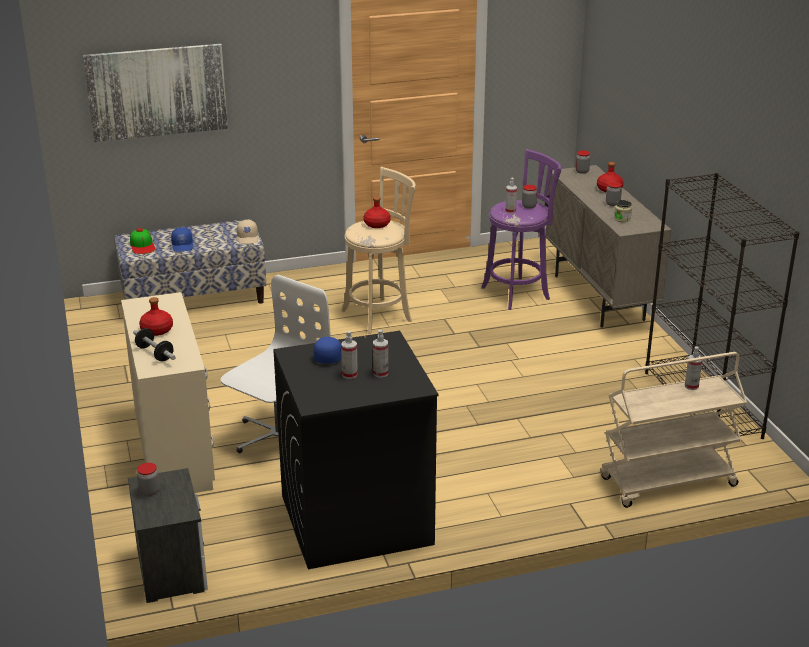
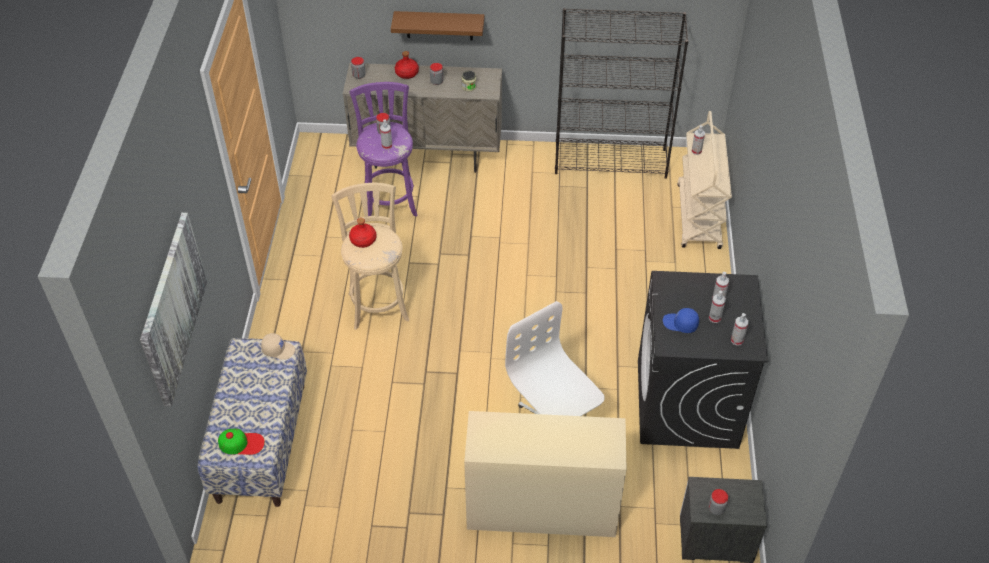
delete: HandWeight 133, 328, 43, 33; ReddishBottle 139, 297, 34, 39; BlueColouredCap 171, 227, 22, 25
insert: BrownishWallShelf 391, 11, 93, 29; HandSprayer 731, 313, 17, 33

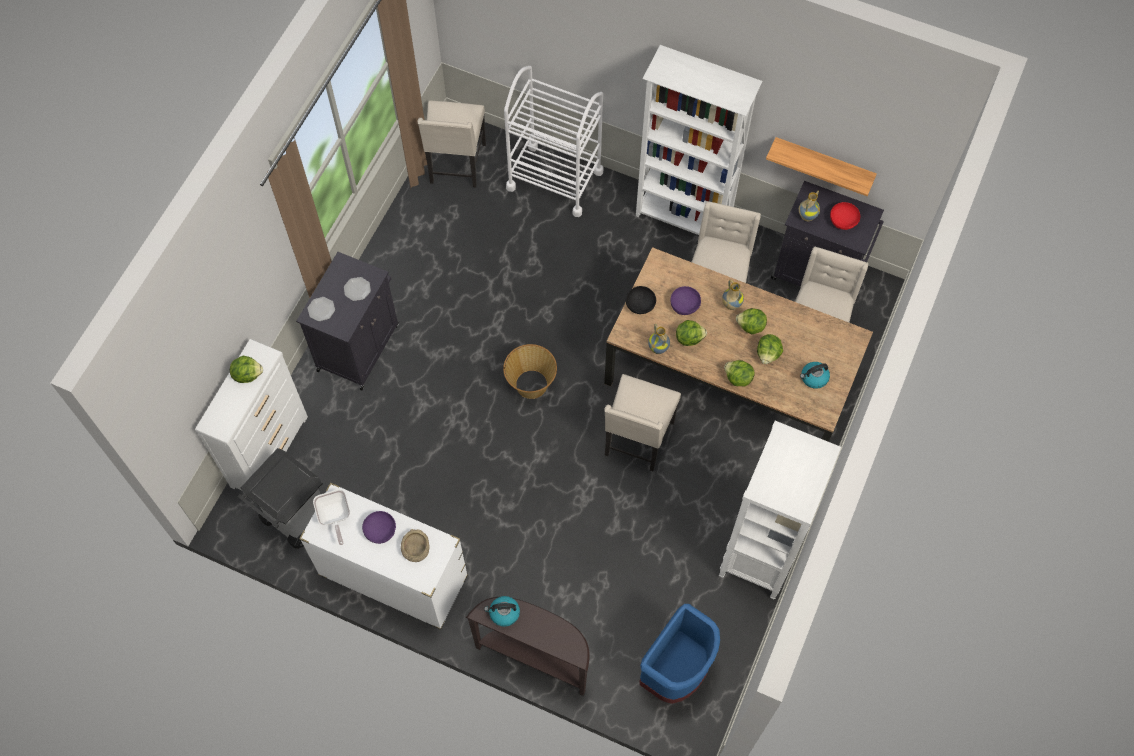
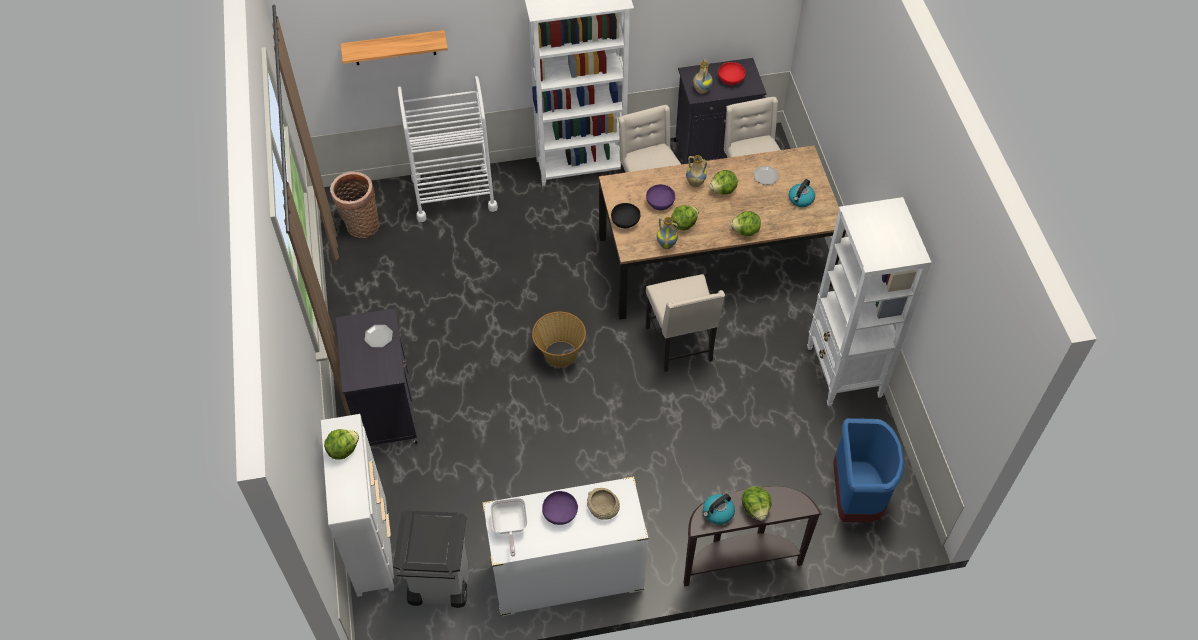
move: WallShelf 766, 137, 111, 59 to 341, 30, 107, 35; LettuceHead 757, 334, 26, 30 to 742, 486, 30, 35; FlatDish 308, 297, 27, 24 to 753, 166, 26, 19
replace: SandColouredPlainChair 418, 101, 68, 87 to StorageBasket 330, 172, 50, 66
rotate: Skillet 313, 489, 37, 56 = 490, 498, 38, 59 45 degrees clockwise

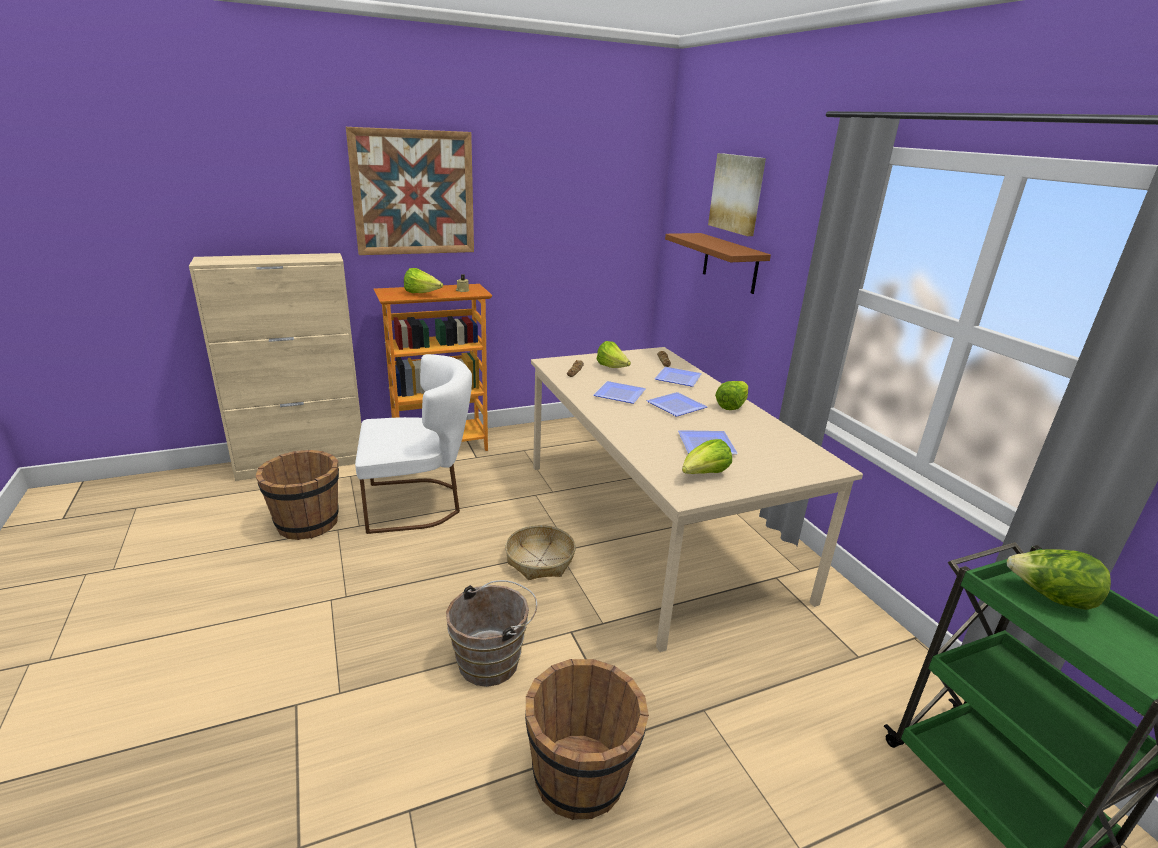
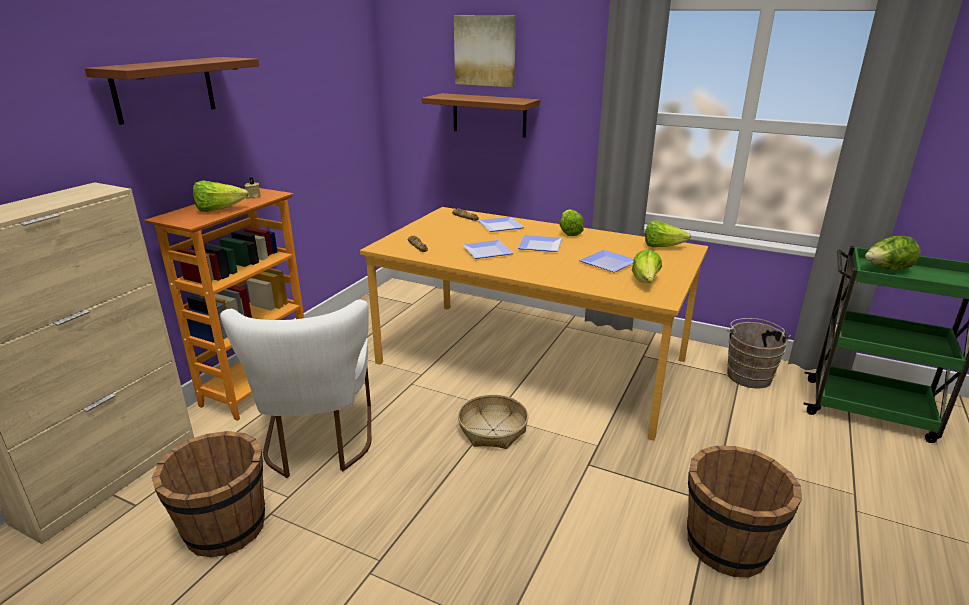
move: LettuceHead 597, 341, 34, 27 to 645, 220, 46, 27; BrownishWaterBucket 446, 580, 91, 107 to 727, 318, 64, 71
replace: Picture 346, 127, 128, 128 to BrownishWallShelf 84, 57, 175, 68
recolor: SandColouredDinnerTable 531, 347, 332, 305 to OrangeDinnerTable 360, 207, 348, 234
rotate: WhiteColouredPlainChair 355, 354, 117, 180 = 220, 300, 151, 178 135 degrees clockwise

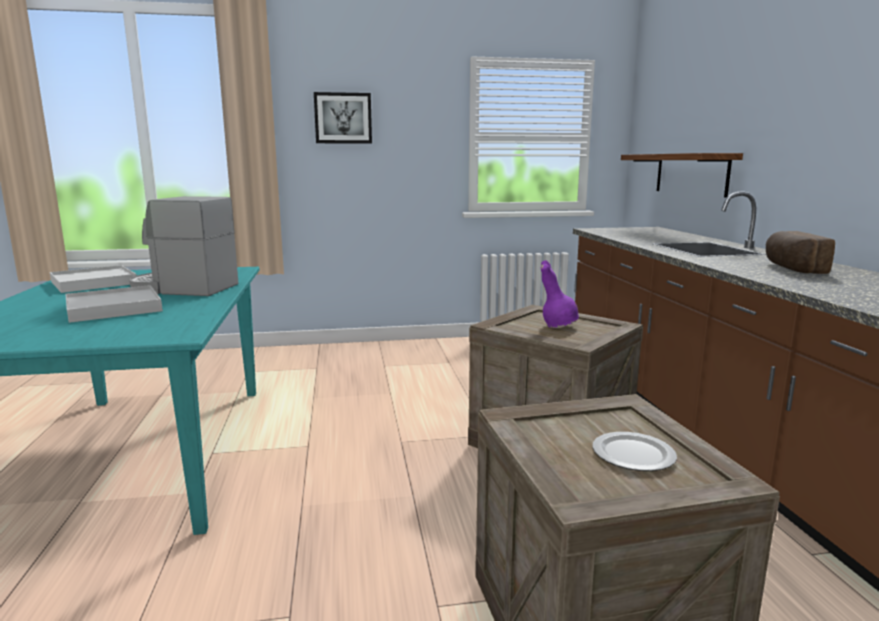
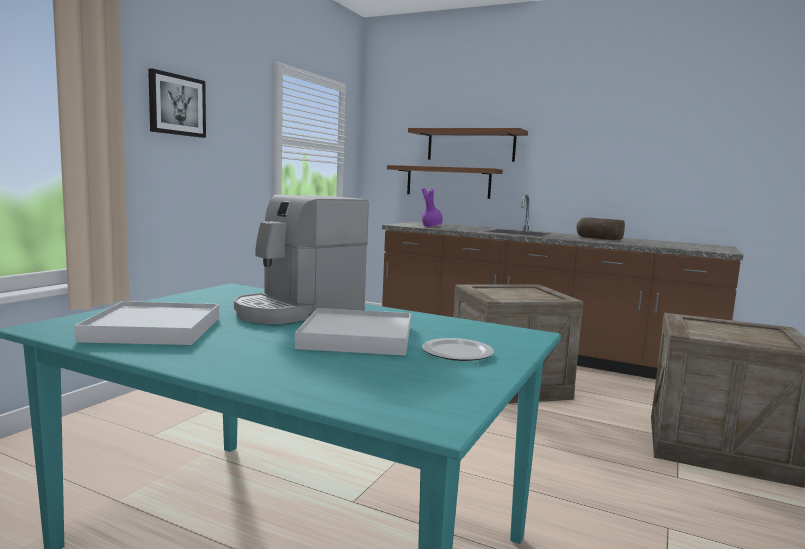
insert: WallShelf 408, 128, 120, 34
move: PurplishFlowerVase 541, 260, 38, 68 to 422, 188, 21, 39; FlatDish 592, 432, 85, 39 to 422, 338, 72, 23

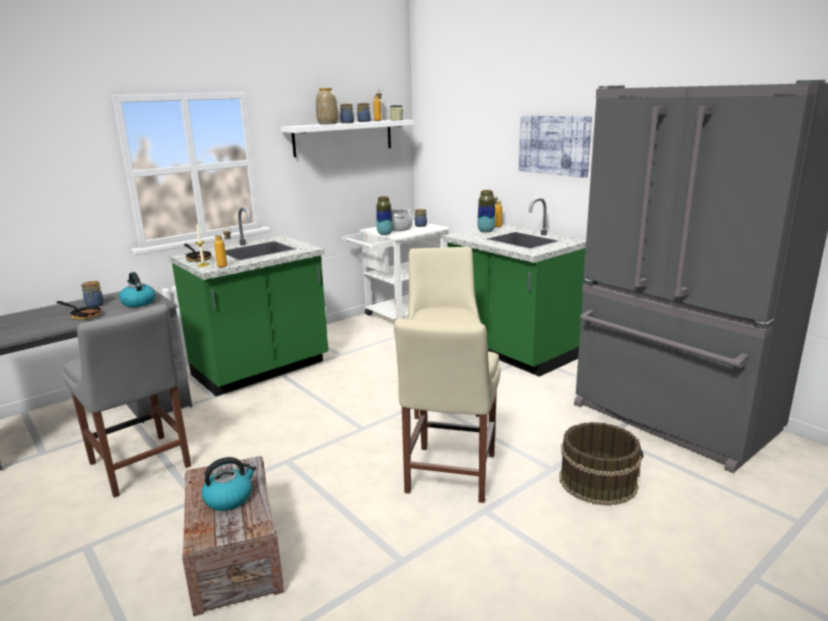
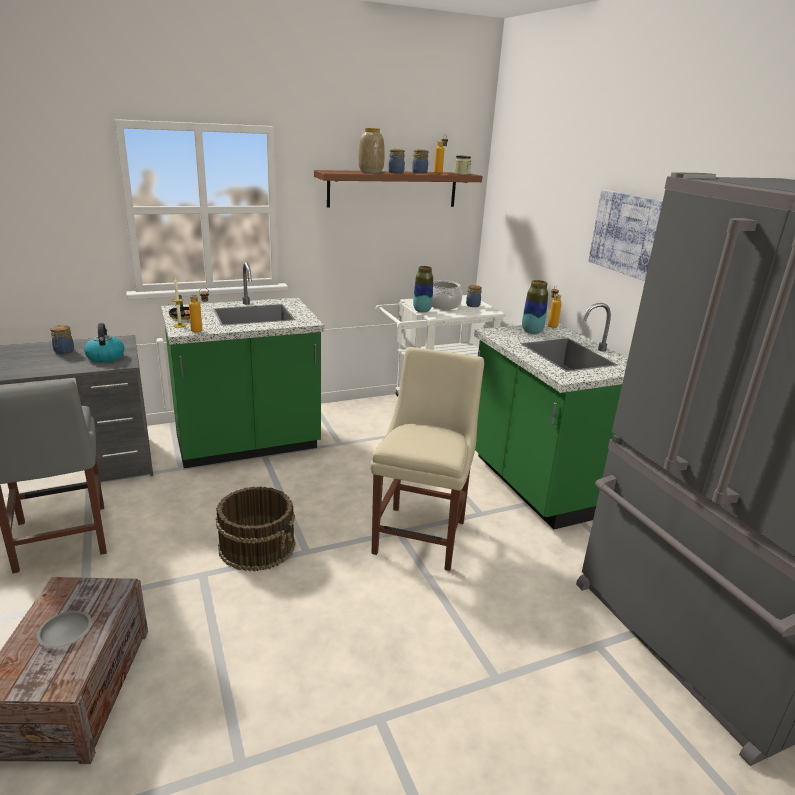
delete: Skillet 56, 301, 46, 19; SandColouredPlainChair 394, 319, 107, 184
move: BrownishWaterBucket 559, 422, 85, 84 to 216, 486, 80, 85
replace: TeaKettle 201, 457, 55, 54 to GrayFlatDish 37, 611, 55, 37
recolor: WhiteColouredWallShelf 281, 120, 133, 37 to BrownishWallShelf 314, 170, 169, 38

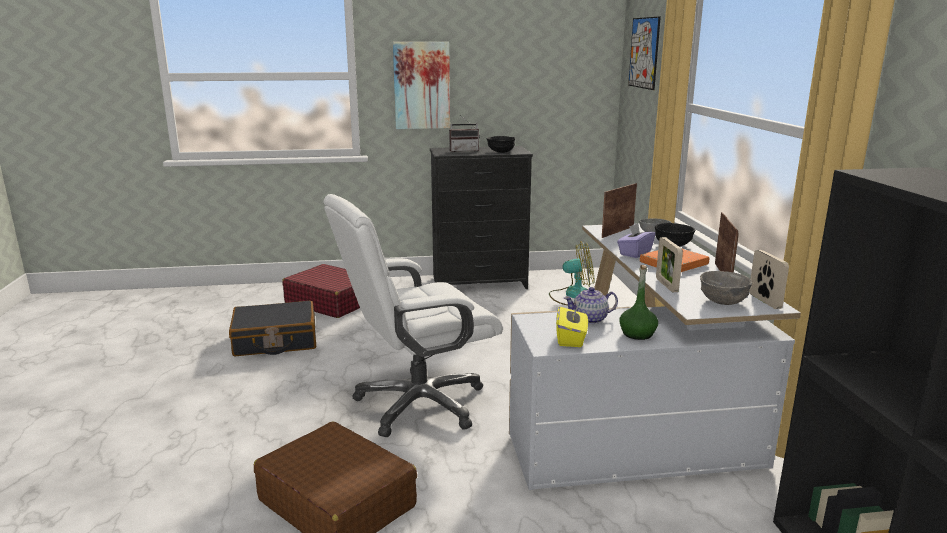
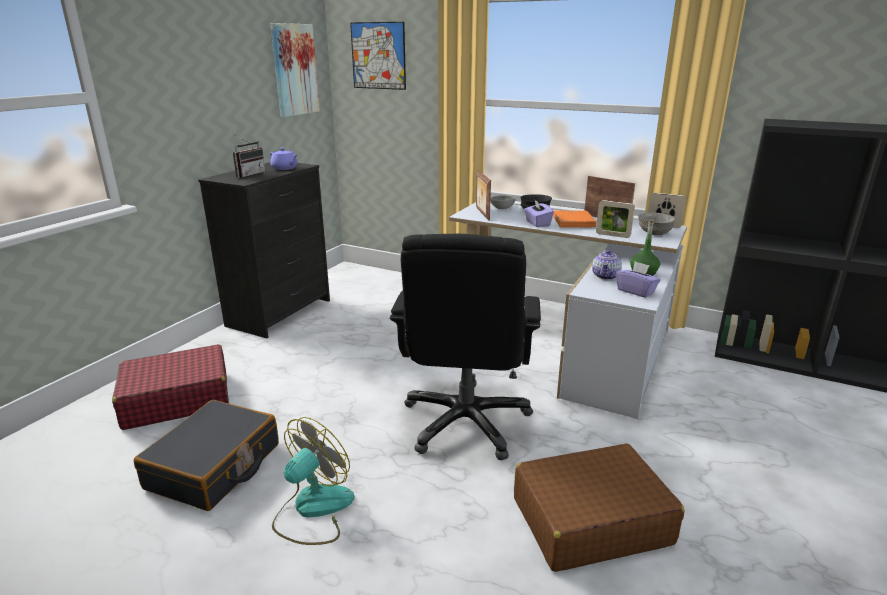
move: Picture 393, 42, 57, 87 to 271, 23, 49, 94; CoolingFan 549, 241, 46, 64 to 272, 417, 82, 128
replace: BlackishBowl 486, 136, 29, 17 to PurplishPotForTea 270, 148, 28, 22
recolor: WhiteColouredComputerChair 323, 194, 180, 243 to BlackishComputerChair 390, 234, 151, 227; YellowishTissueBox 556, 305, 32, 42 to PurplishTissueBox 616, 261, 44, 37

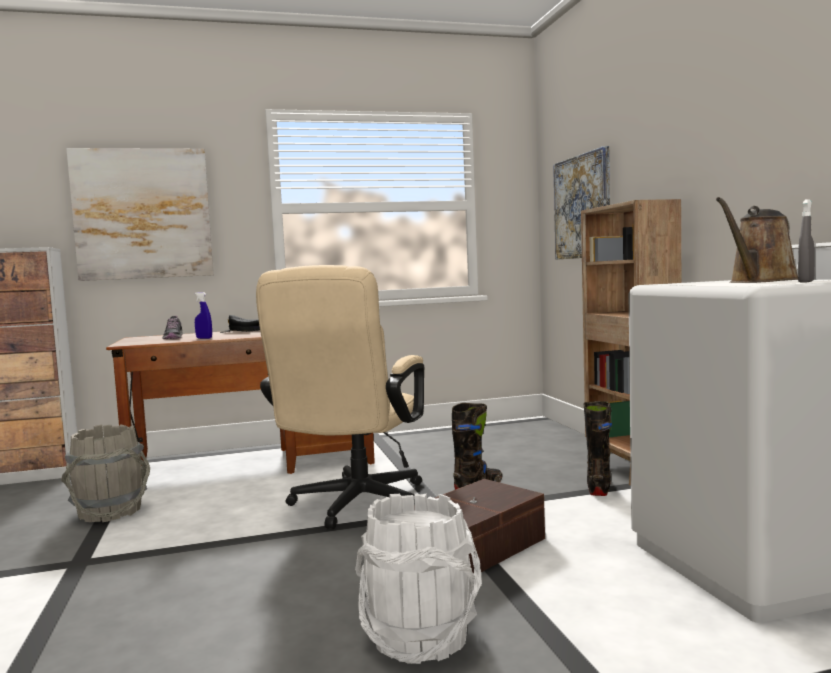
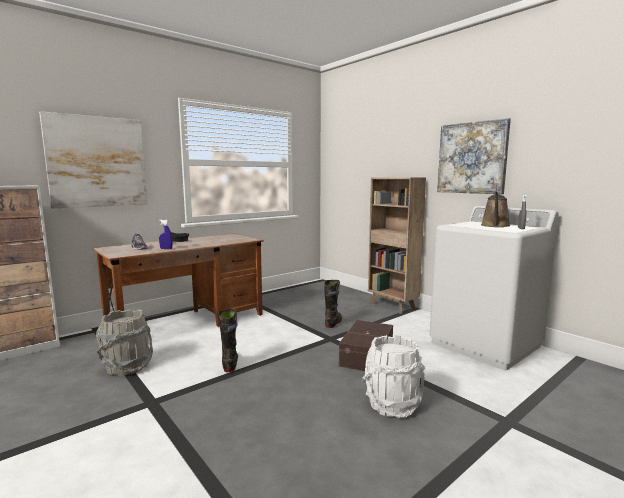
delete: SandColouredComputerChair 256, 265, 168, 264
move: BlackishTallBoot 583, 401, 29, 95 to 218, 308, 20, 64; Picture 553, 146, 57, 114 to 437, 118, 74, 76

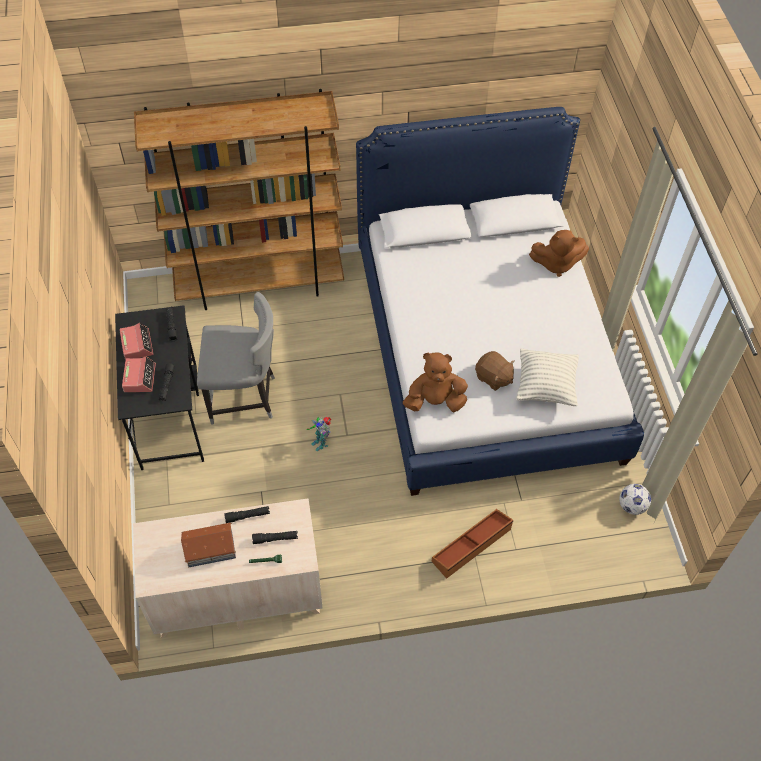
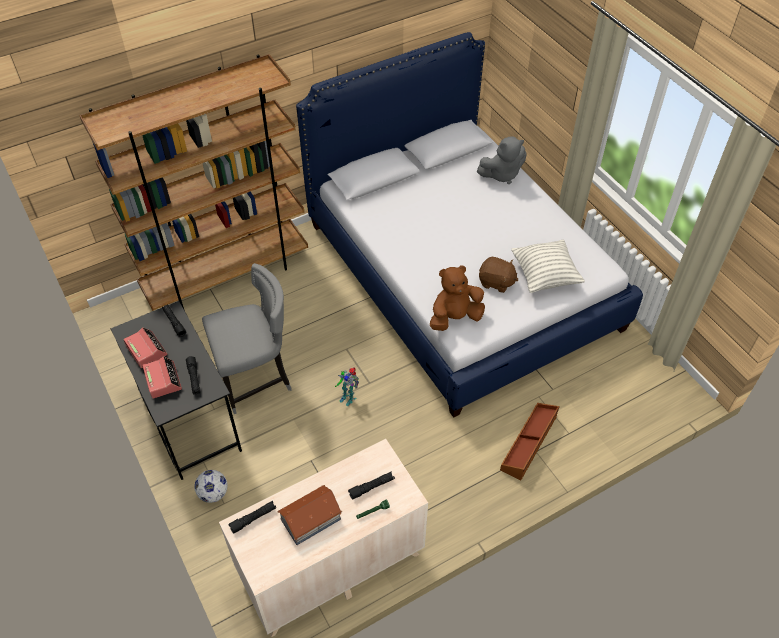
move: BallForFootball 619, 484, 32, 31 to 194, 470, 34, 33; BlackishTorch 224, 506, 46, 17 to 229, 501, 47, 33
recolor: BrownishCuddlyToy 529, 230, 60, 47 to GrayCuddlyToy 477, 136, 50, 48

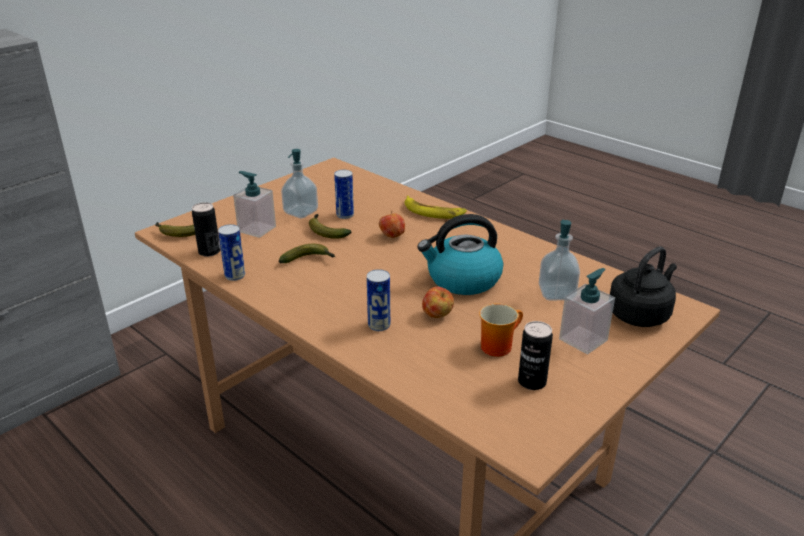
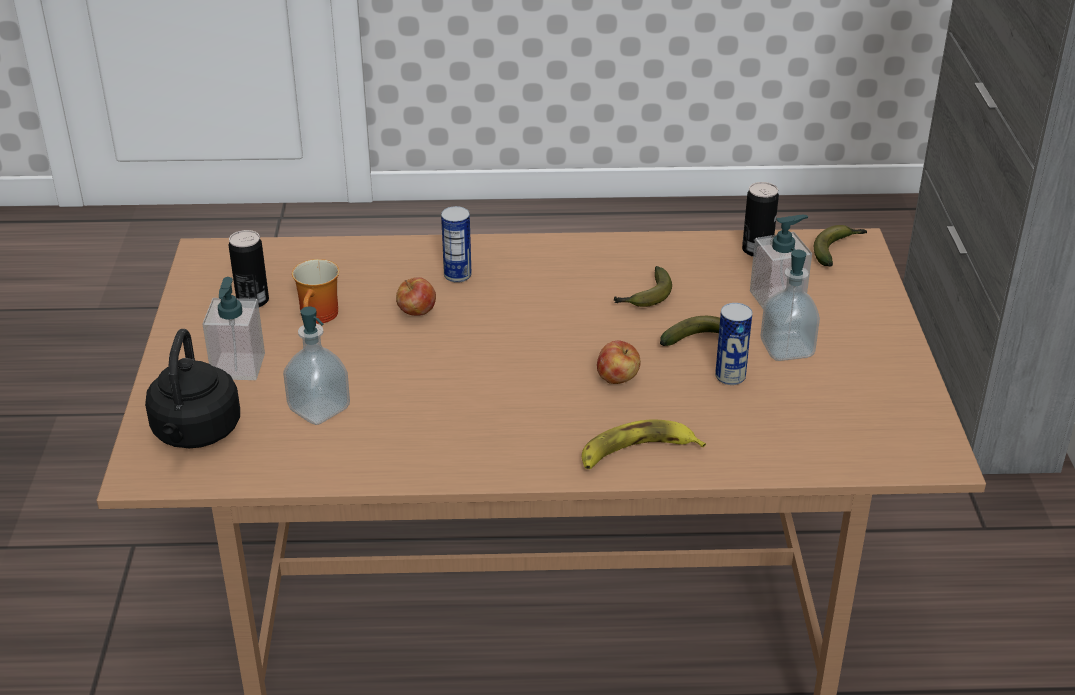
delete: Can 218, 224, 27, 57; TeaKettle 417, 214, 86, 81

